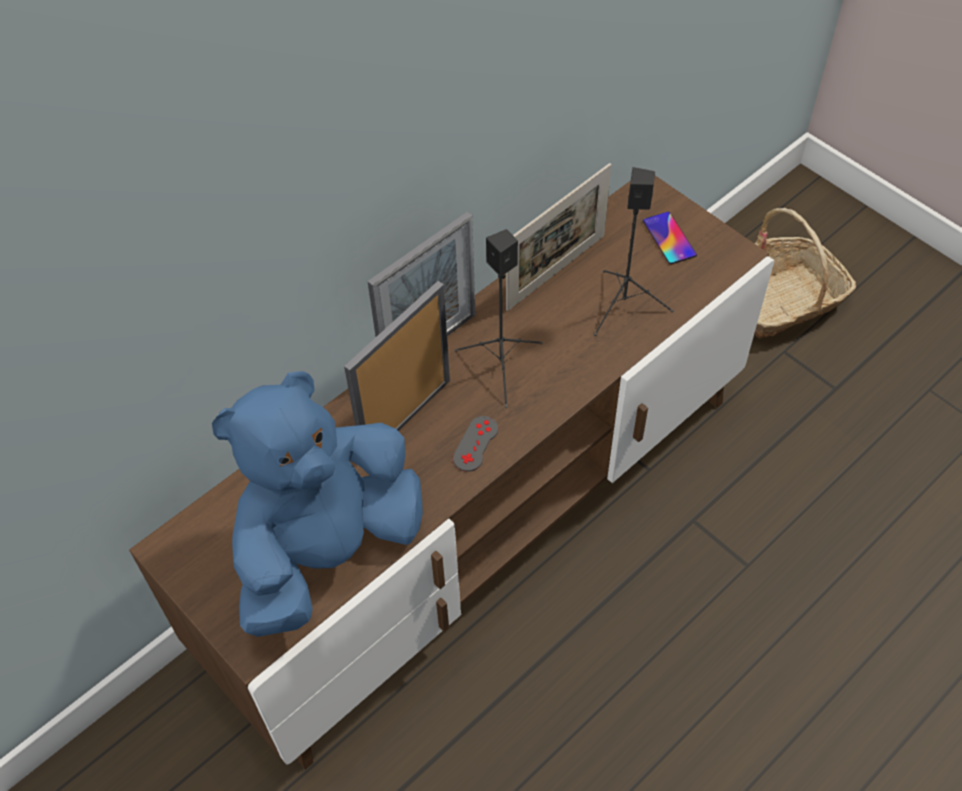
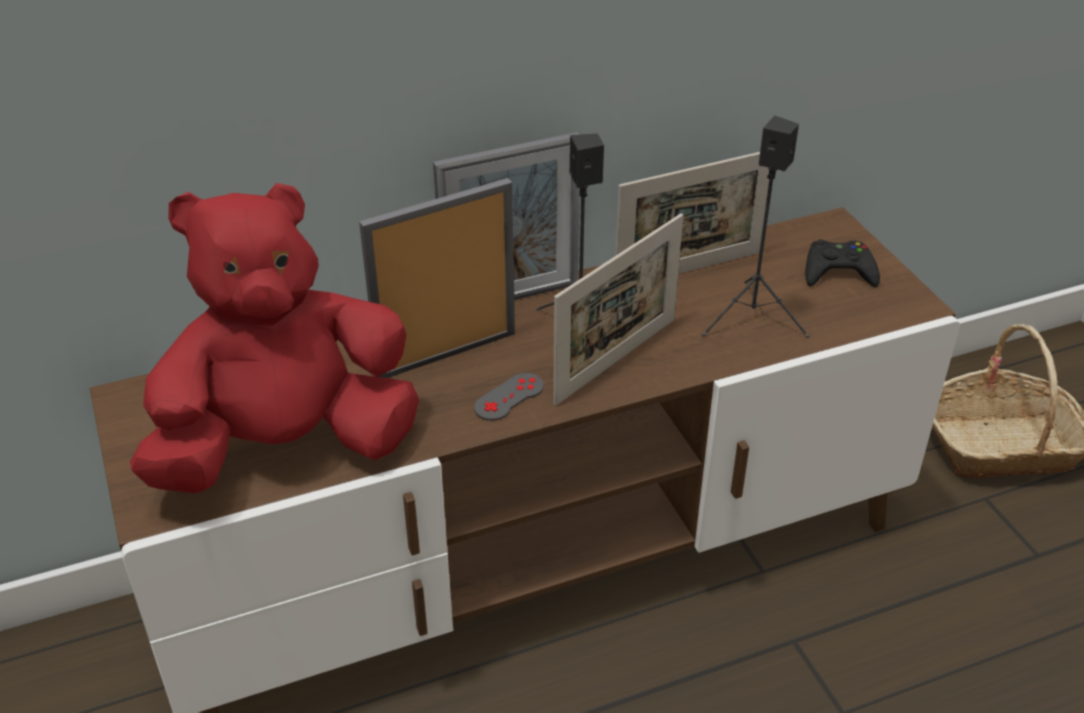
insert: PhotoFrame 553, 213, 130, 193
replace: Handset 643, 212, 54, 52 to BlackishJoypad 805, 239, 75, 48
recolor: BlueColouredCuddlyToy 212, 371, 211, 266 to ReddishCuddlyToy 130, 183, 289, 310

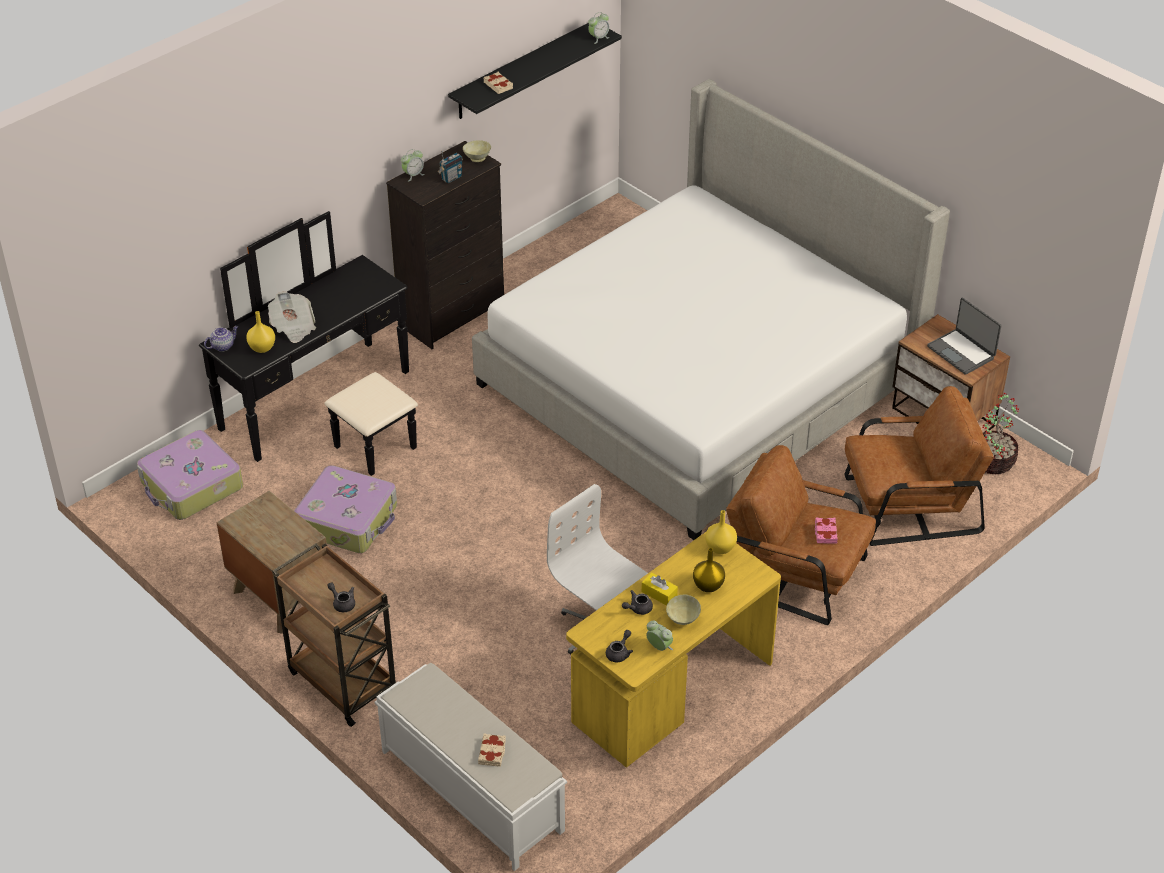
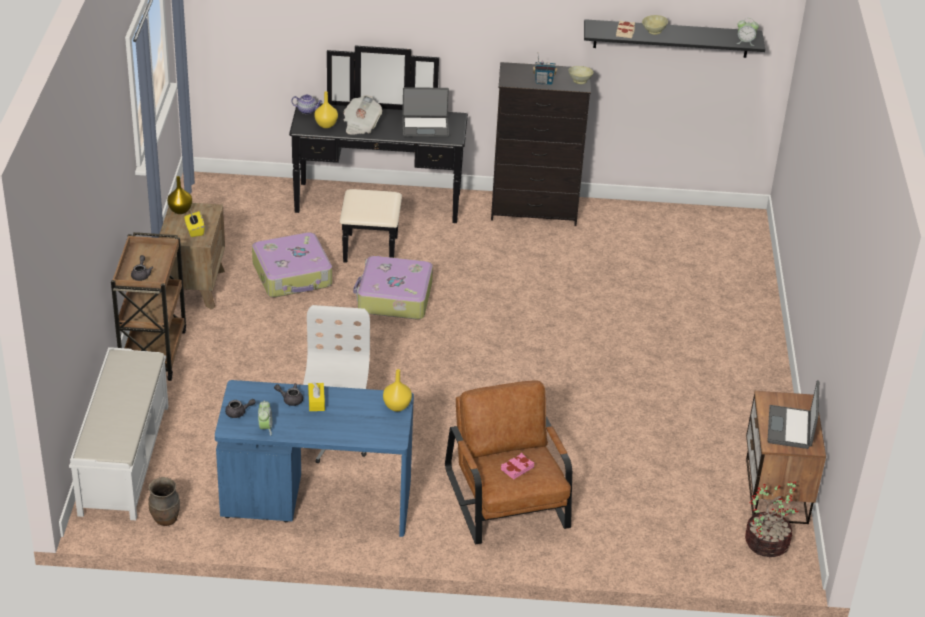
delete: AlarmClock 401, 149, 24, 33; SleepingBed 472, 79, 478, 461; SandColouredVolume 478, 733, 28, 34; BrownishArmchair 844, 386, 150, 160
insert: BrownishFlowerVase 148, 477, 32, 49; YellowishTissueBox 185, 211, 20, 26; Laptop 402, 87, 47, 51
move: YellowishFlowerVase 693, 548, 32, 44 to 167, 176, 25, 38; PieceOfLuggage 137, 430, 106, 90 to 353, 256, 80, 63; SandColouredBowl 666, 595, 35, 30 to 642, 15, 26, 20
recolor: YellowishDesk 566, 531, 215, 237 to BlueColouredDesk 215, 380, 199, 157

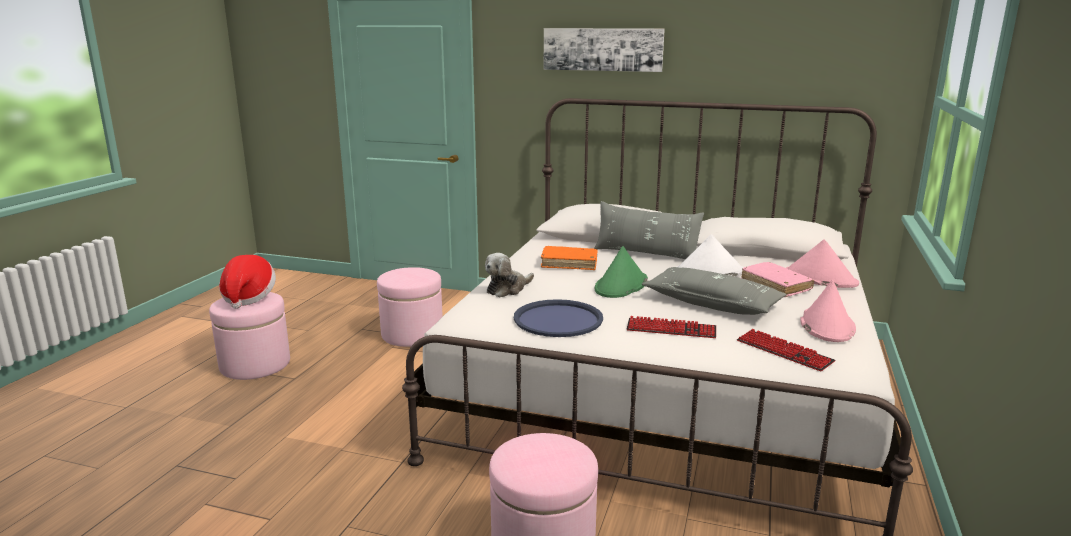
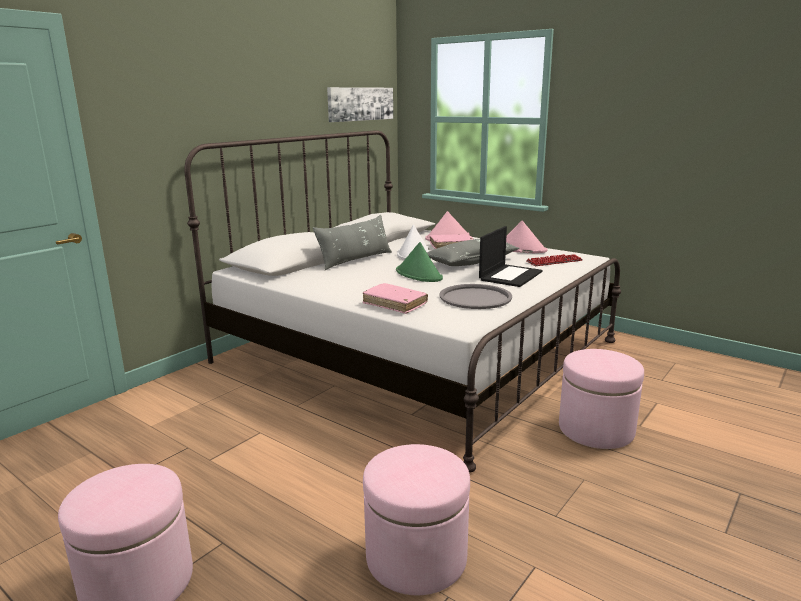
delete: ClothingHat 219, 255, 57, 54; OrangeVolume 541, 246, 57, 24
move: Picture 544, 28, 121, 44 to 327, 87, 66, 35; PinkColouredPouffe 377, 267, 66, 80 to 363, 444, 107, 151
replace: CuddlyToy 485, 253, 49, 44 to PinkColouredVolume 363, 283, 65, 31; ComputerKeyboard 627, 316, 89, 22 to Laptop 479, 226, 63, 61
recolor: BlueColouredServingTray 514, 299, 89, 38 to GrayServingTray 439, 284, 73, 25

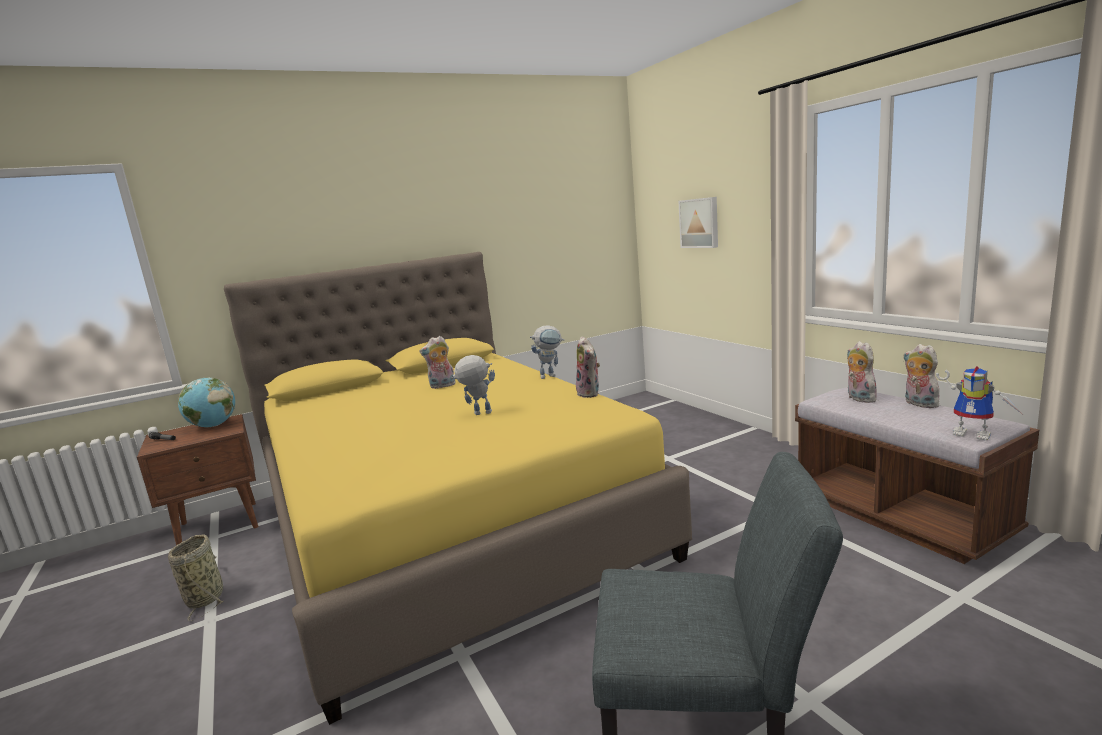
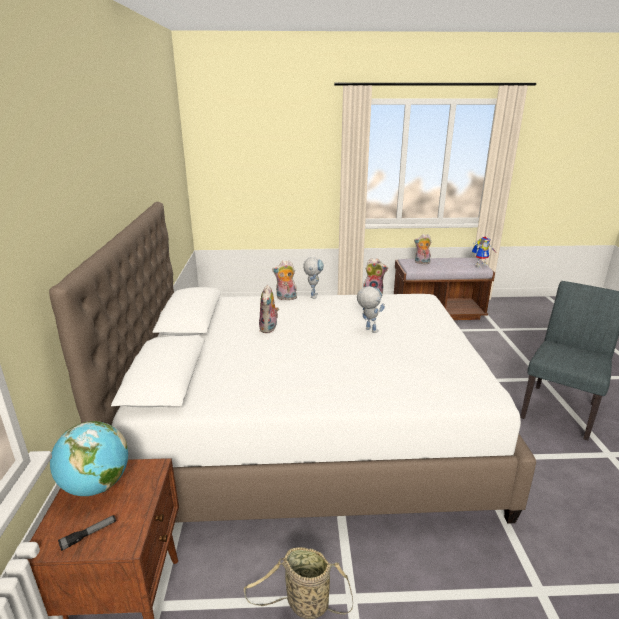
delete: Picture 678, 197, 40, 51
move: CuddlyToy 903, 344, 36, 64 to 272, 260, 25, 40
recolor: YellowishSleepingBed 224, 252, 468, 473 to WhiteColouredSleepingBed 49, 202, 487, 321
rotate: ModelRobot 451, 355, 44, 60 = 357, 286, 28, 47 120 degrees clockwise

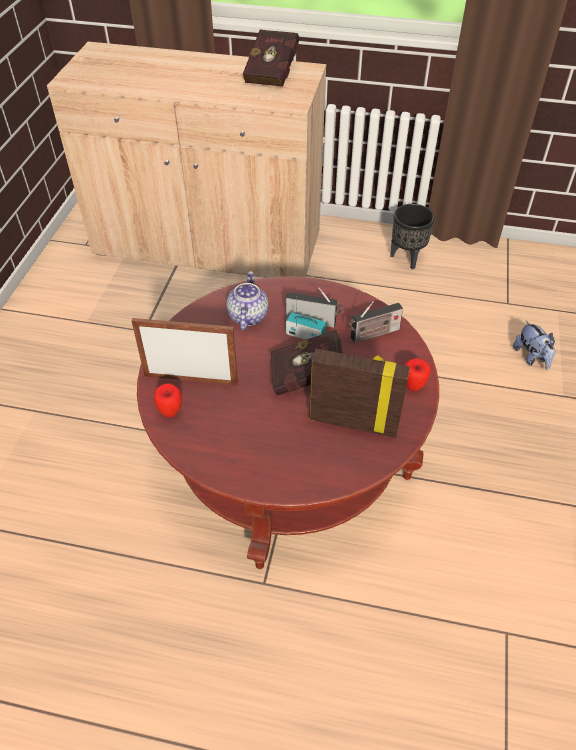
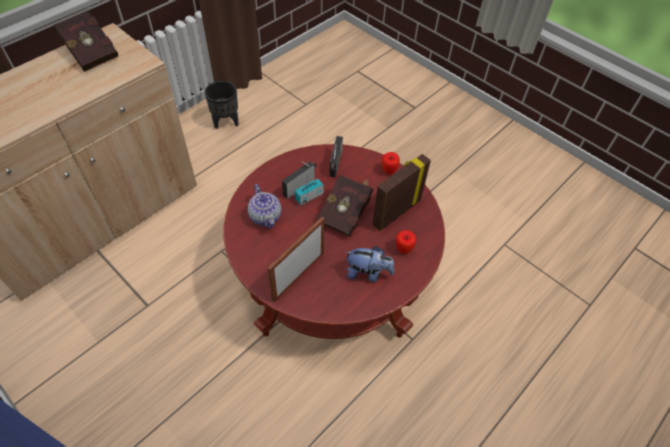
move: CuddlyToy 513, 320, 42, 50 to 345, 246, 49, 36; Apple 154, 383, 28, 34 to 396, 230, 20, 24
rotate: PotForTea 226, 271, 43, 59 = 248, 184, 33, 44 150 degrees counterclockwise

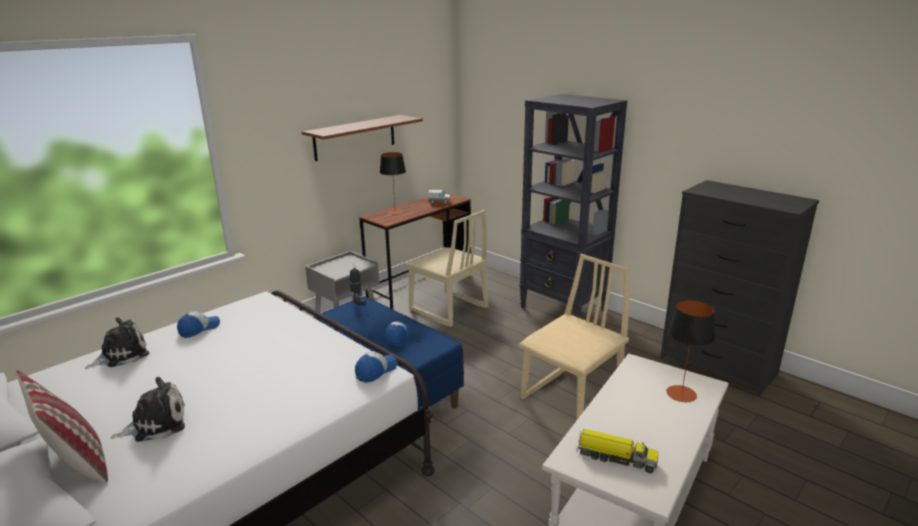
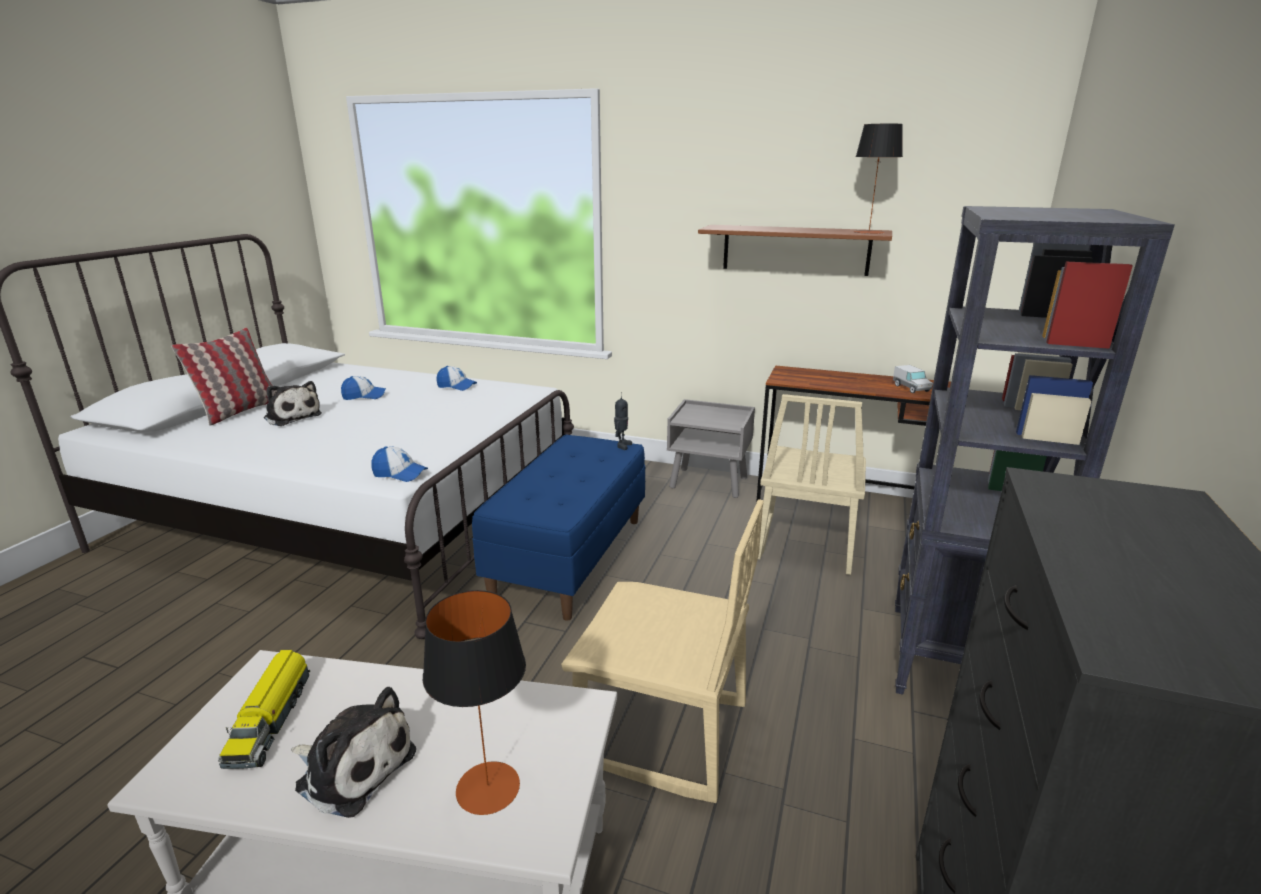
move: CuddlyToy 85, 317, 64, 52 to 291, 687, 125, 131; Cap 384, 322, 28, 25 to 341, 376, 45, 24; LampForATable 380, 152, 26, 63 to 854, 124, 49, 110

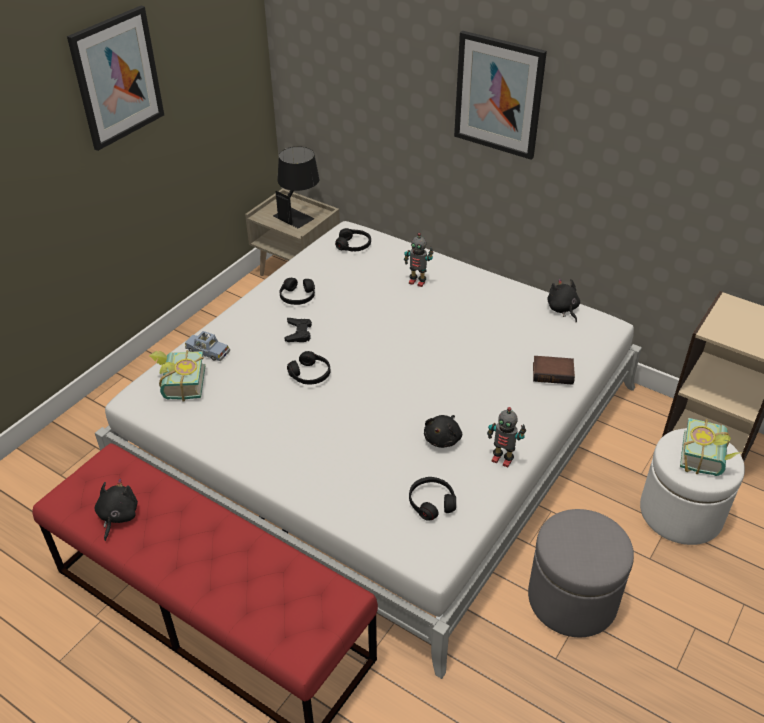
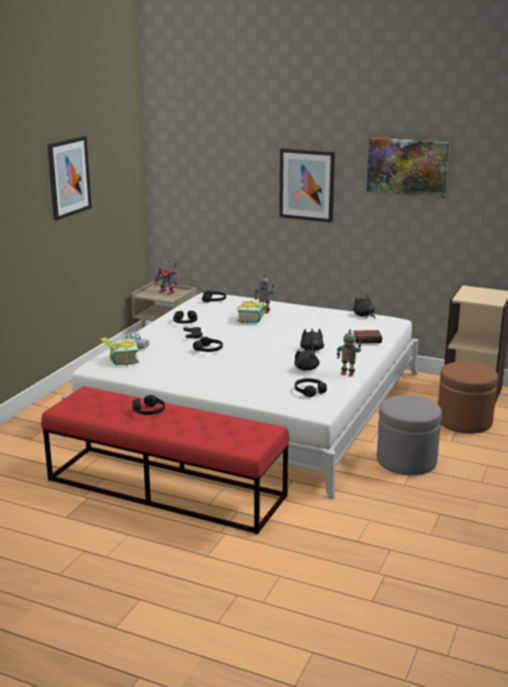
insert: BlackishHeadphones 132, 395, 33, 20; Picture 367, 138, 83, 60
move: Volume 680, 418, 62, 58 to 237, 300, 33, 24; BlackishCuddlyToy 95, 479, 43, 62 to 300, 328, 24, 26
replace: BlackishLampForATable 273, 146, 47, 82 to ModelRobot 155, 258, 23, 37
recolor: WhiteColouredPouffe 640, 428, 105, 117 to BrownishPouffe 438, 361, 60, 72

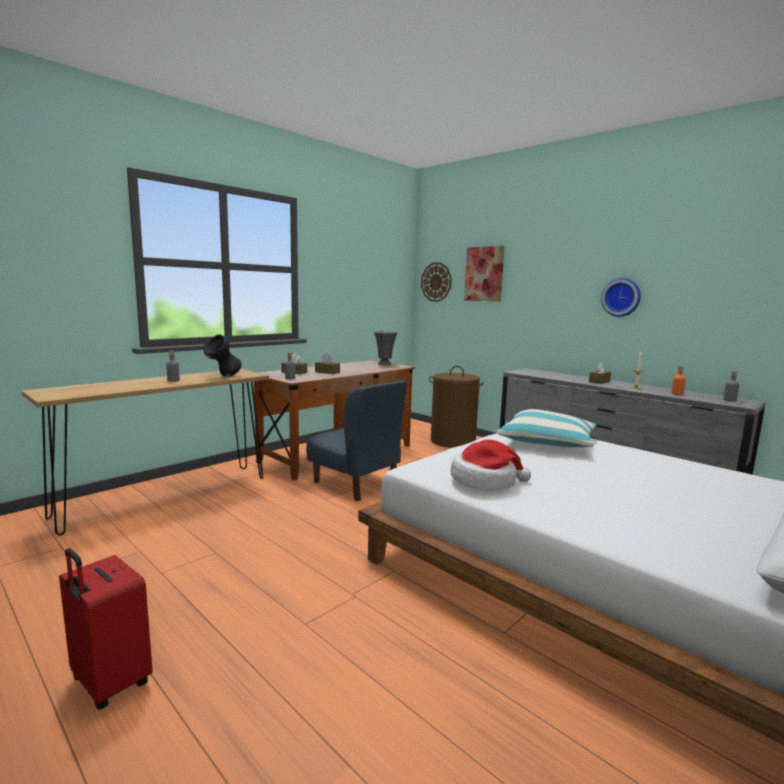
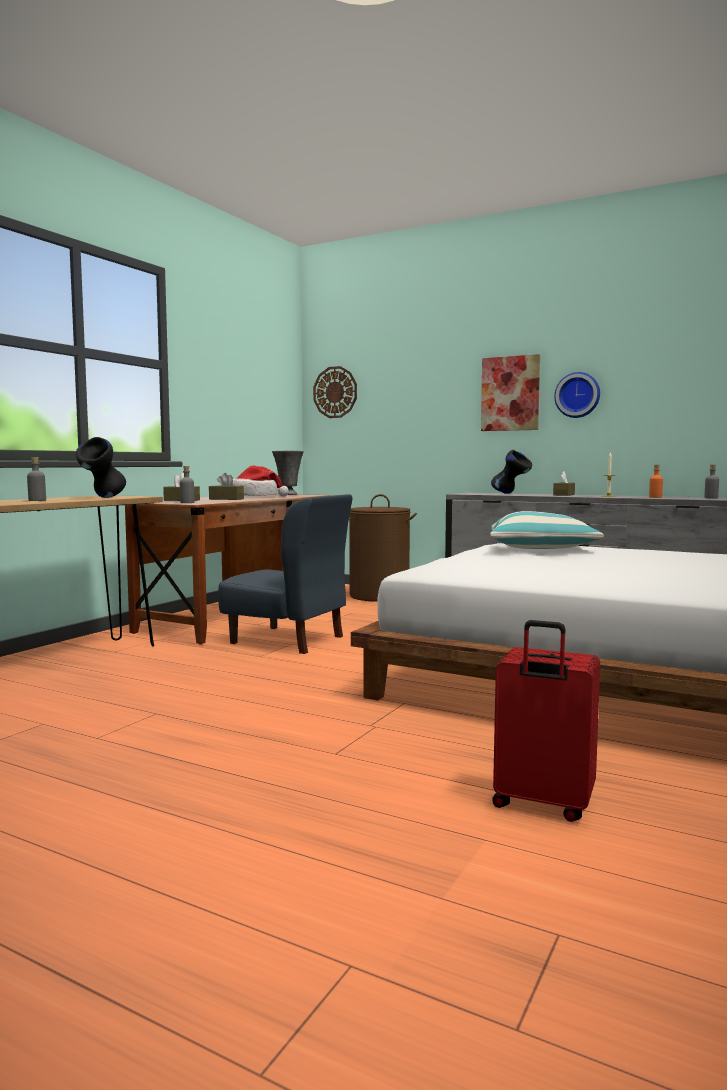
insert: BlackishFlowerVase 491, 450, 41, 44
move: ClothingHat 451, 439, 80, 52 to 233, 466, 56, 30; Picture 464, 246, 41, 56 to 481, 354, 59, 77; ReddishPieceOfLuggage 59, 548, 94, 162 to 492, 620, 108, 202

